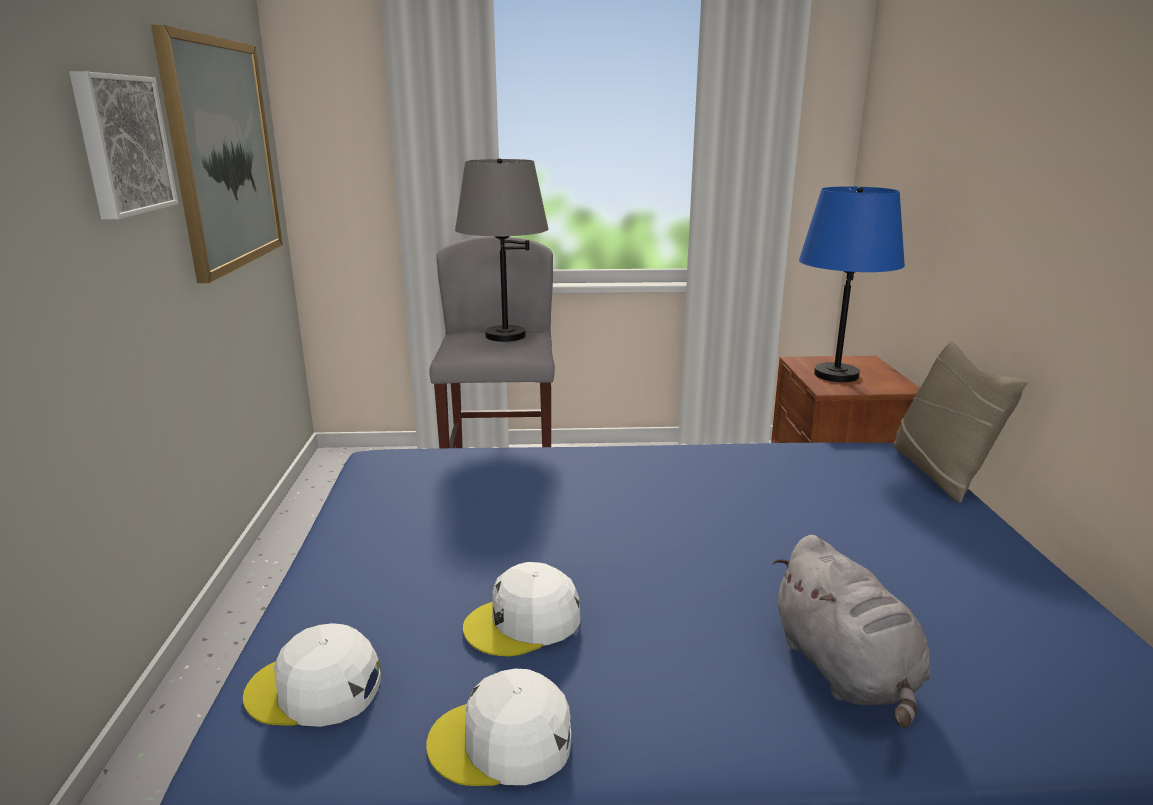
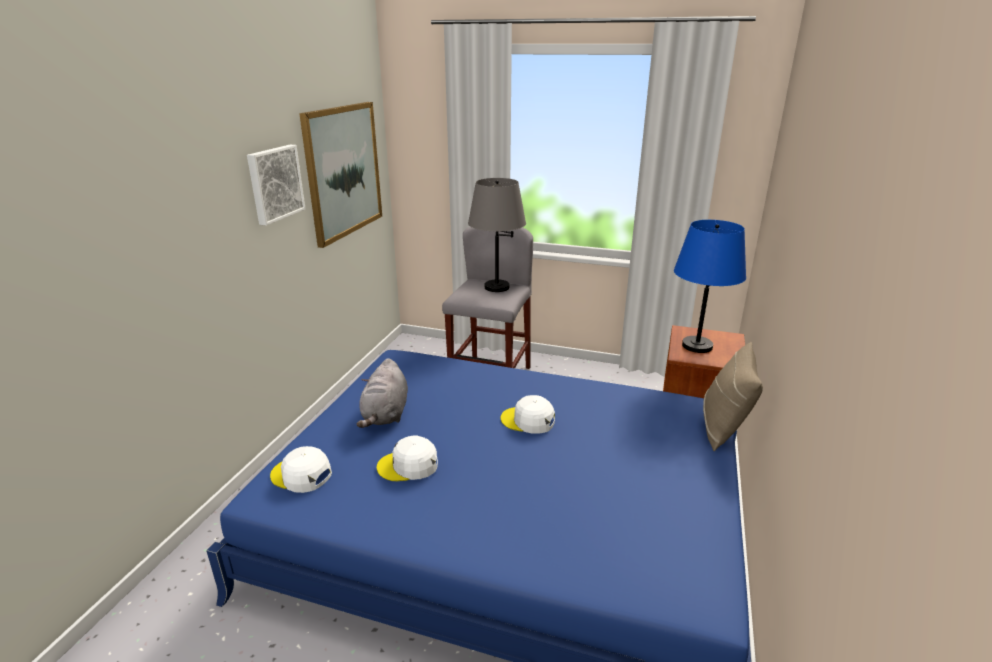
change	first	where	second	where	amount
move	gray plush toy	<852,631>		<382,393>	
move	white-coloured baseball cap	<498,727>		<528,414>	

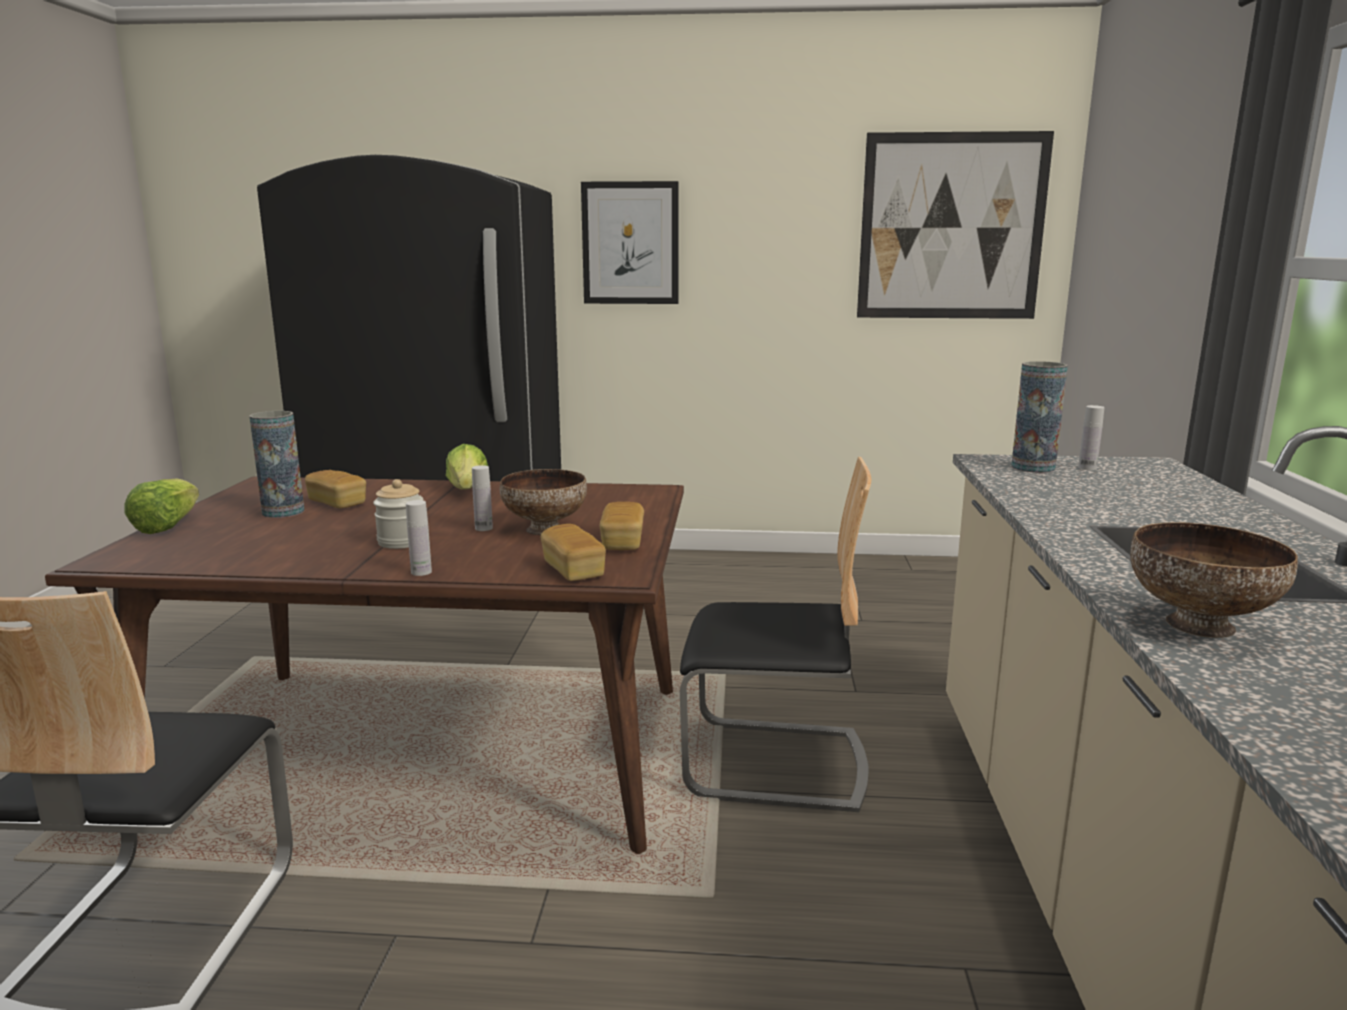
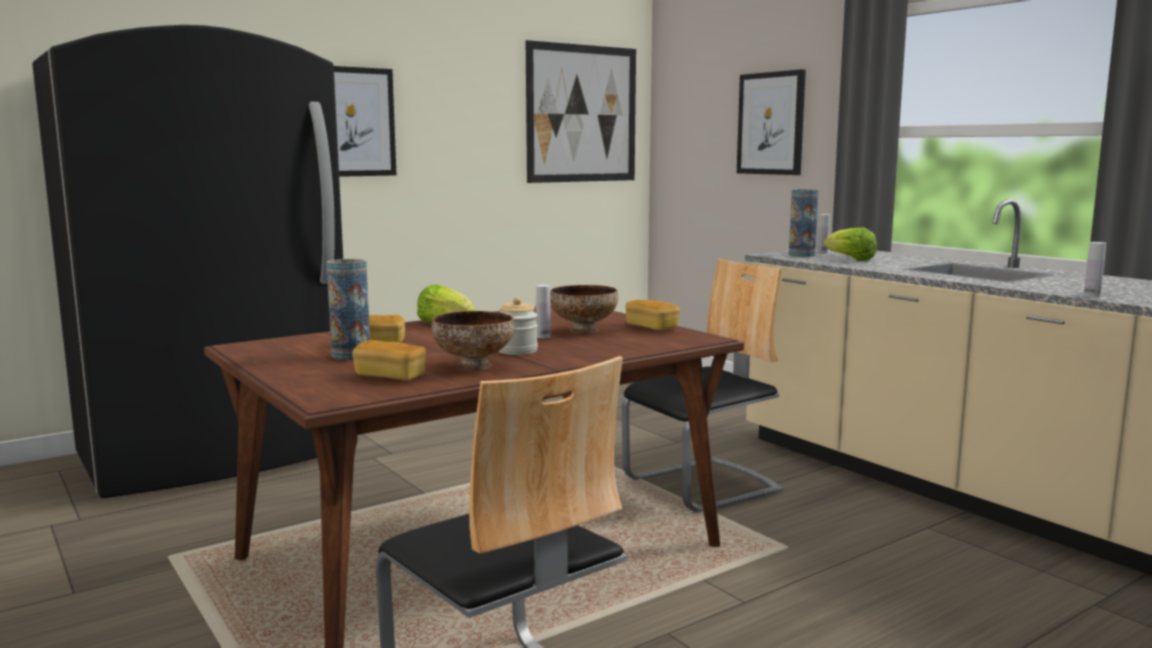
change	first	where	second	where	amount
move	head of lettuce	<161,506>		<850,244>	
move	white-coloured bottle	<419,538>		<1094,270>	
move	bowl	<1214,580>		<473,341>	
move	bread	<573,552>		<389,360>	
insert			picture	<771,122>	

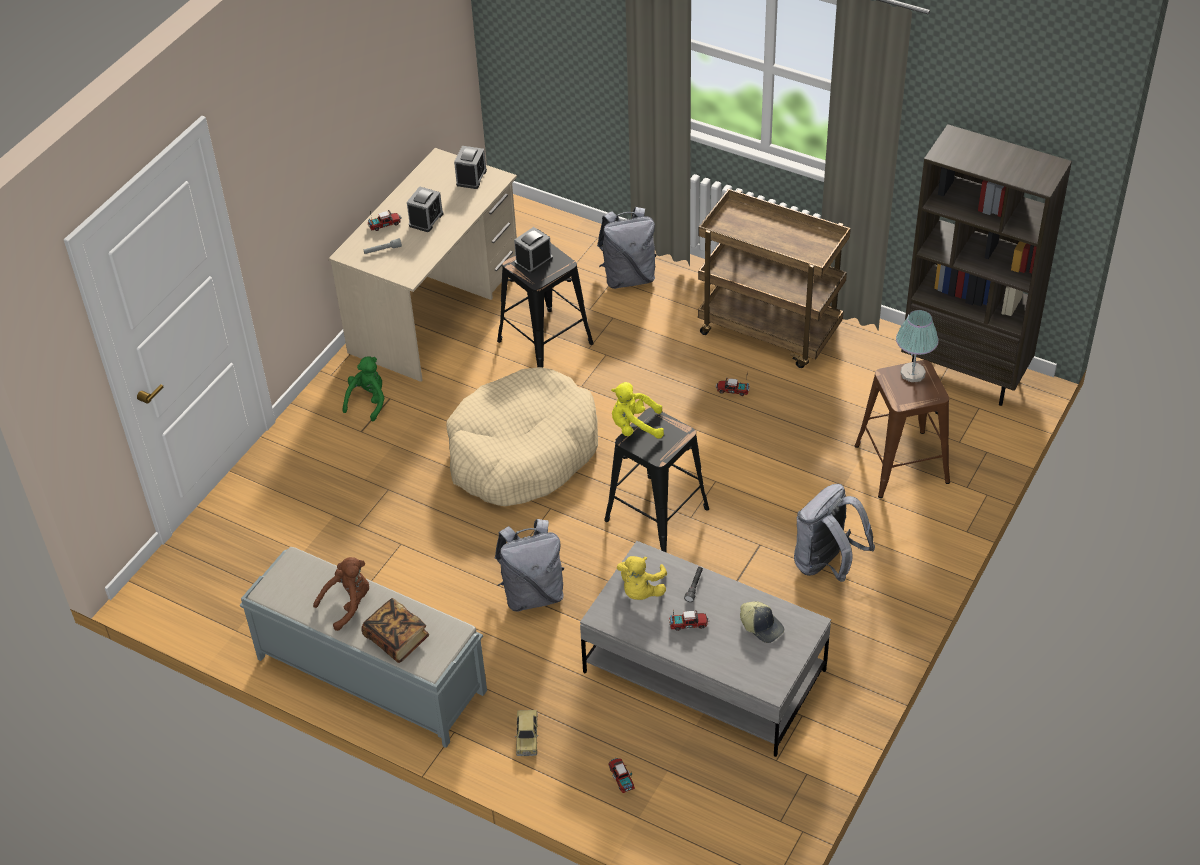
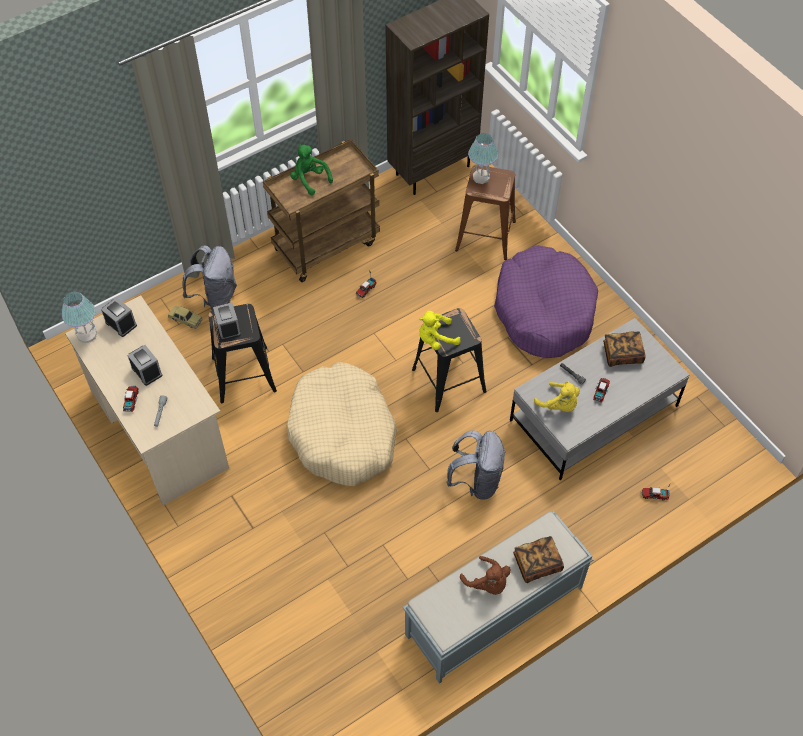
change	first	where	second	where	amount
move	greenish plush toy	<363,389>		<311,169>	
rotate	yellow-coloured plush toy	<637,410>		<440,330>	45 degrees clockwise
replace	gray knapsack	<834,533>	purple dog cushion	<546,301>	
rotate	brown-coloured plush toy	<341,594>		<485,575>	150 degrees clockwise
replace	baseball cap	<762,622>	book	<624,349>	
move	miniature car	<526,733>		<185,317>	
insert			tabletop lamp	<79,317>	

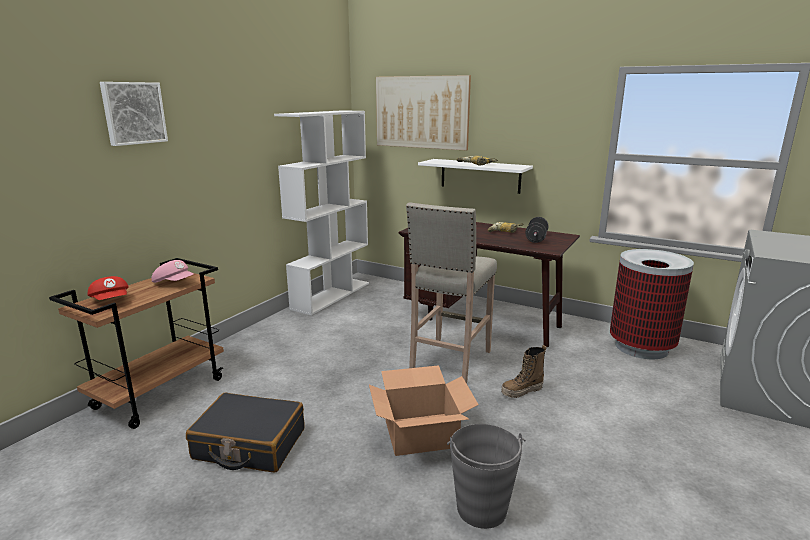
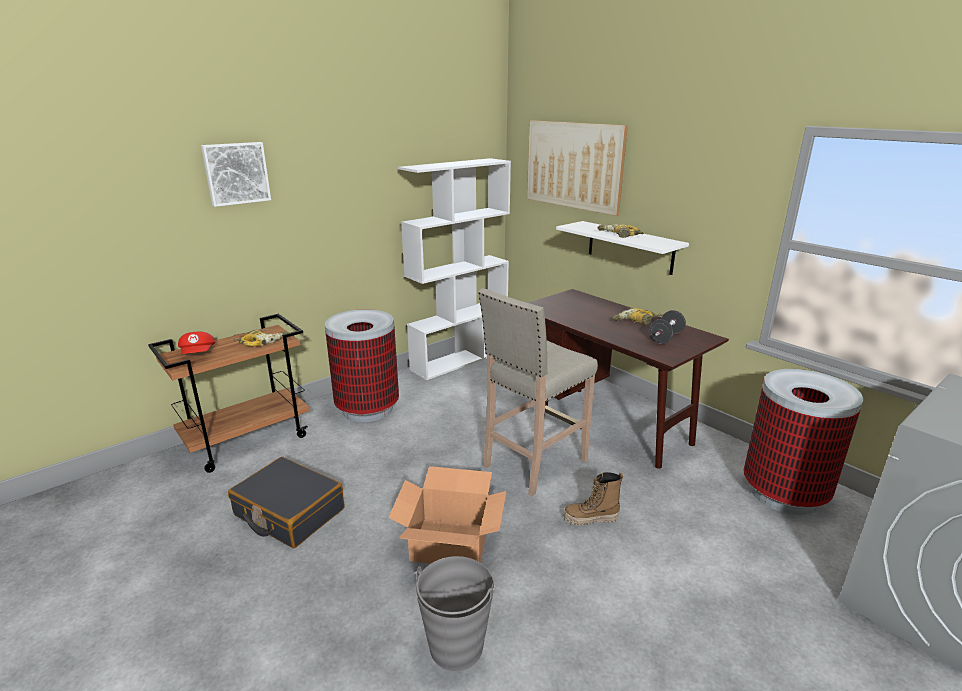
change	first	where	second	where	amount
replace	pink baseball cap	<173,271>	drill	<260,338>	
insert			rubbish bin	<362,365>	

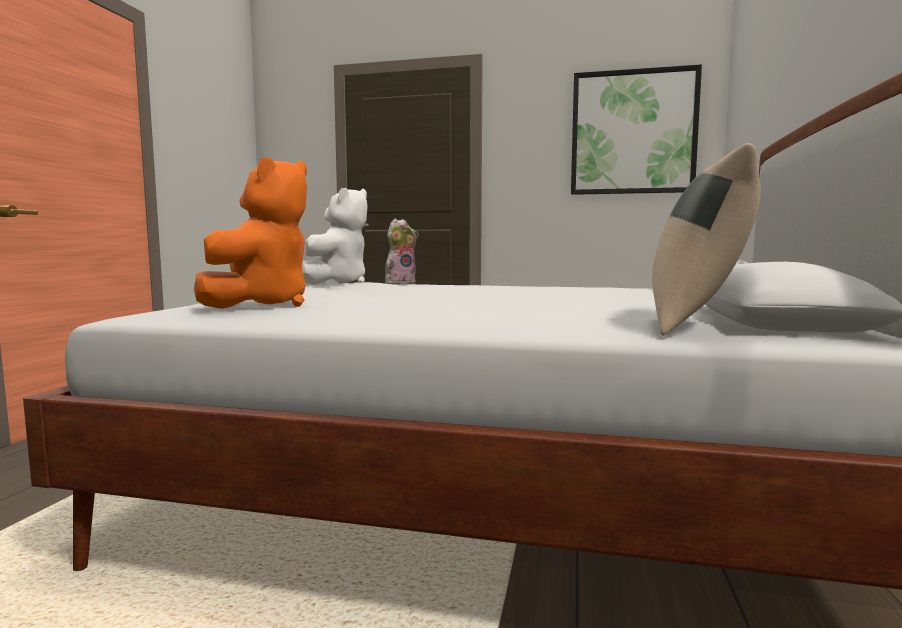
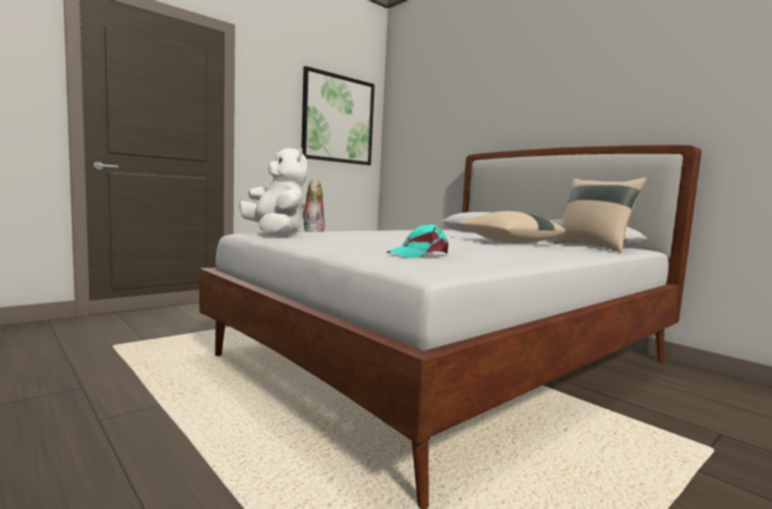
change	first	where	second	where	amount
replace	orangey plush toy	<250,233>	turquoise-coloured baseball cap	<417,241>	
insert			beige throw pillow	<511,227>	

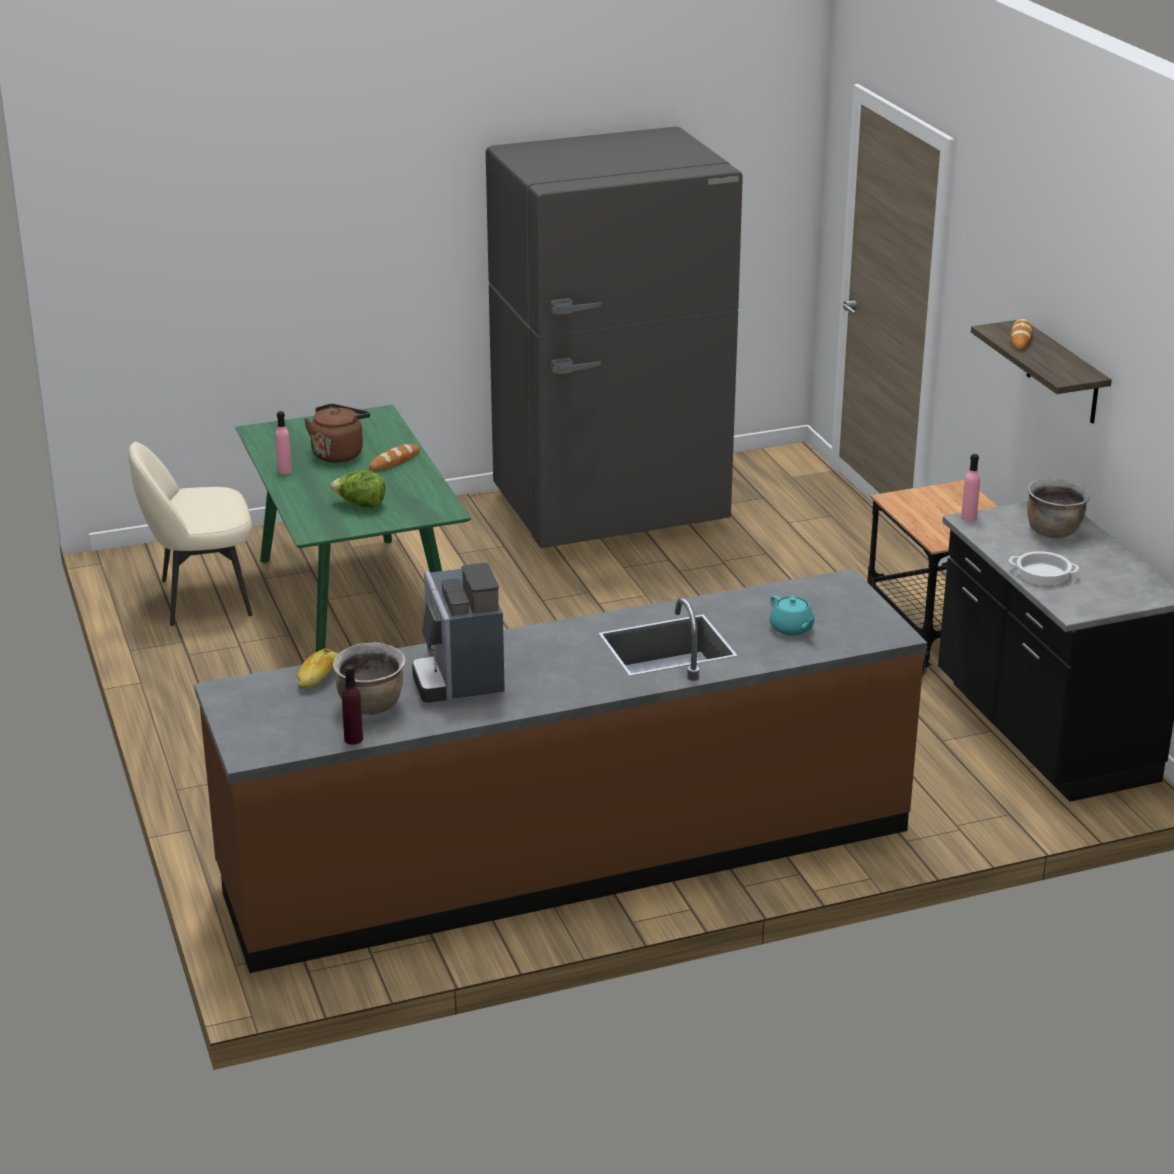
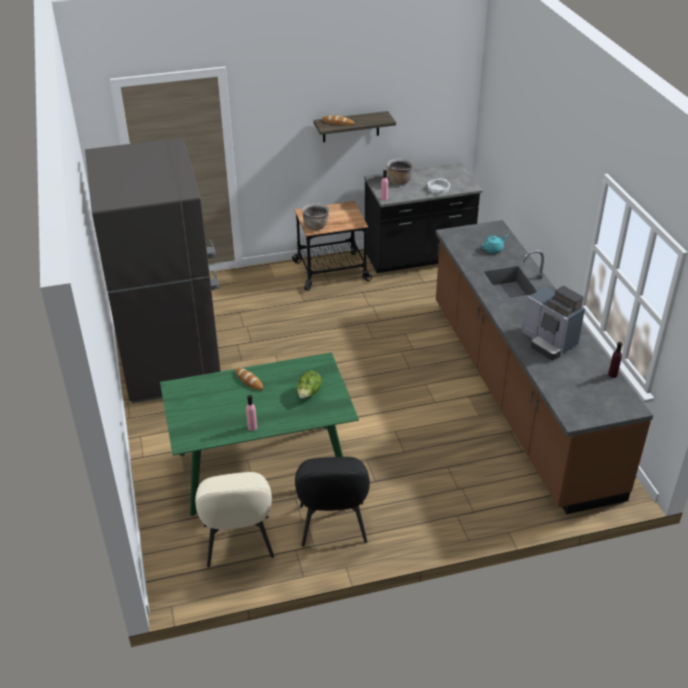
change	first	where	second	where	amount
delete	brown-coloured kettle	<337,433>			
rotate	coffee brewer	<458,632>		<553,323>	60 degrees clockwise
move	brown-coloured cooking pot	<369,678>		<316,216>	
delete	bread	<317,669>			
insert			black-coloured plain chair	<332,502>	

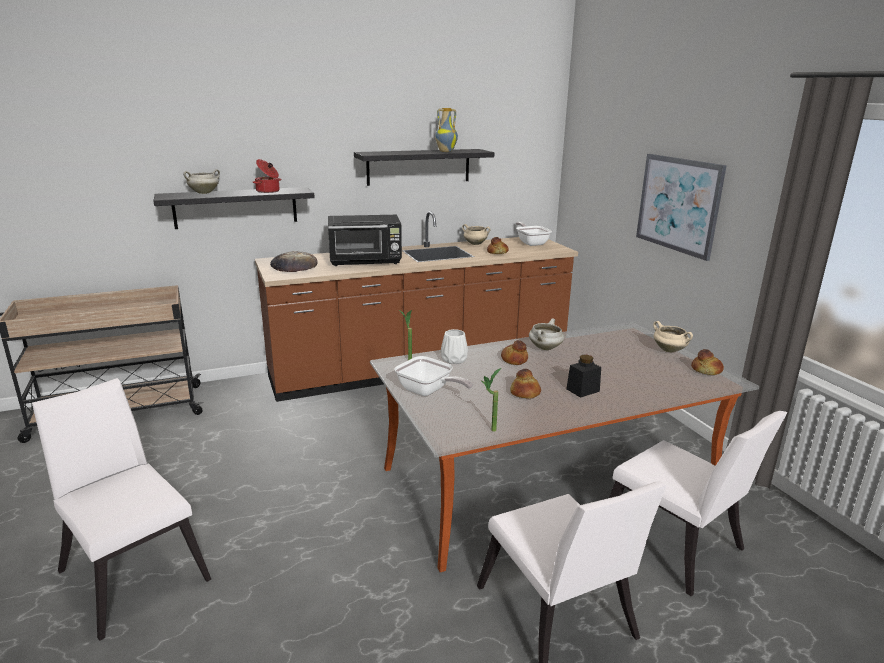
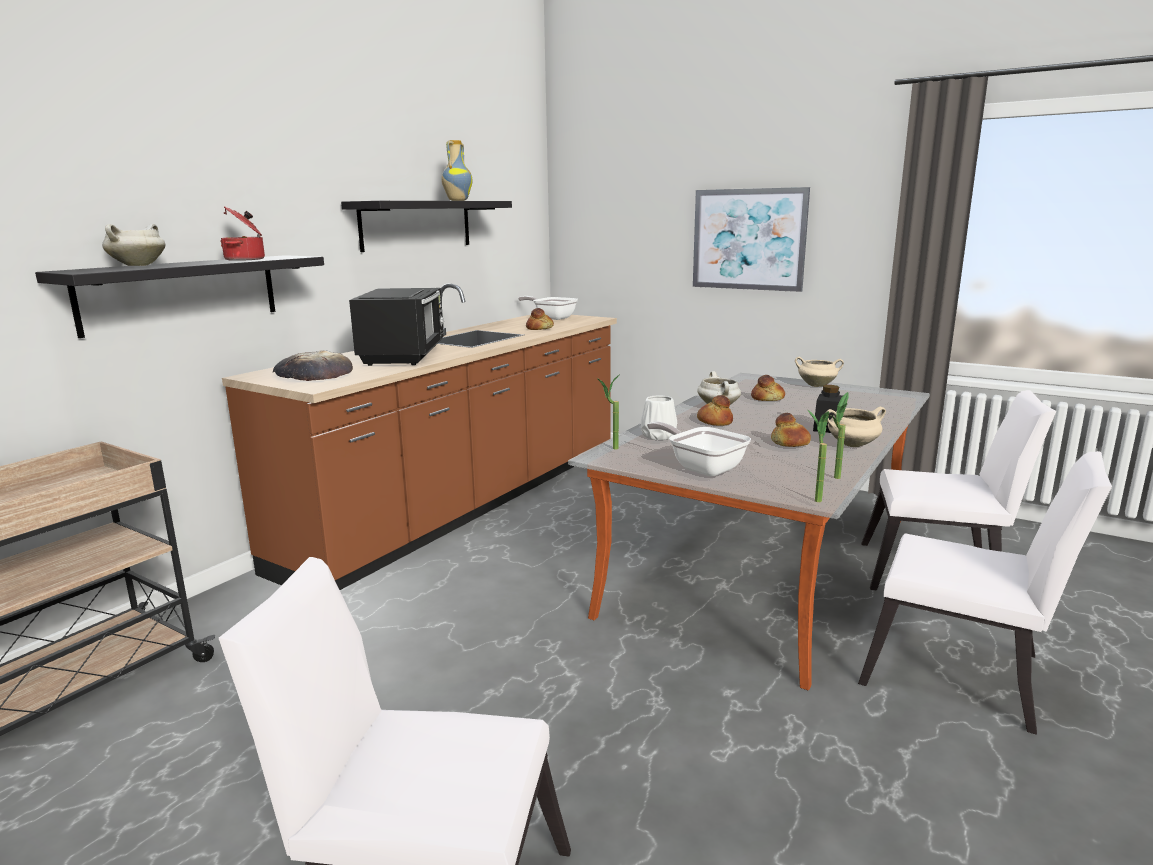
change	first	where	second	where	amount
rotate	black-coloured microwave	<365,240>		<396,327>	45 degrees counterclockwise
move	beige cooking pot	<476,234>		<856,427>	
move	bread	<707,362>		<768,388>	
rotate	frying pan	<433,376>		<699,449>	135 degrees counterclockwise
insert			plant in a pot	<818,455>	

